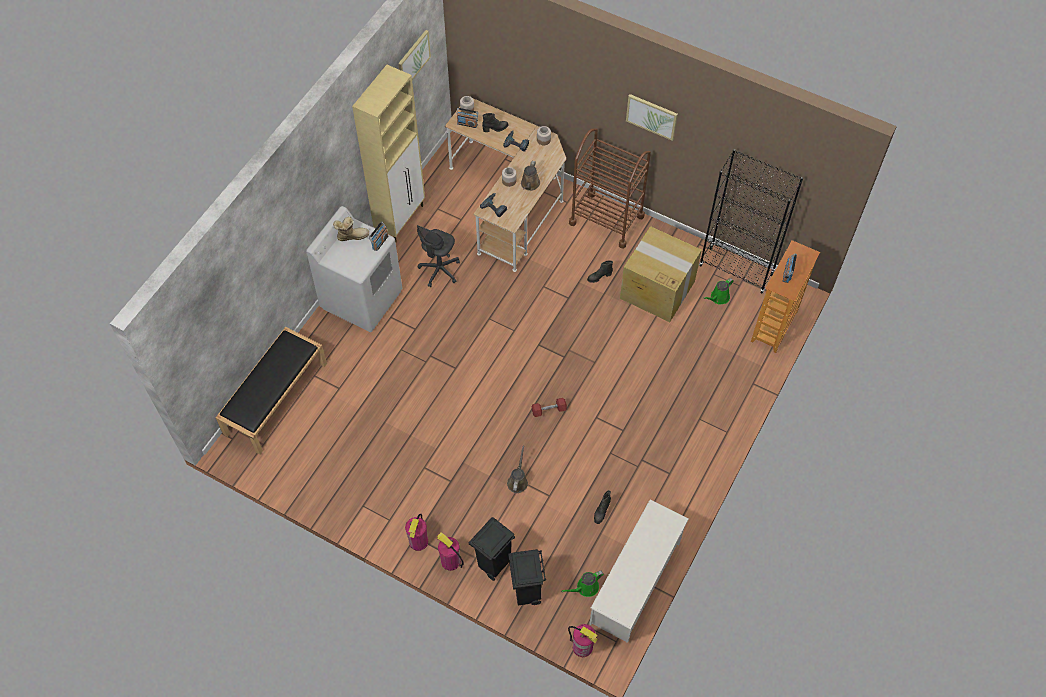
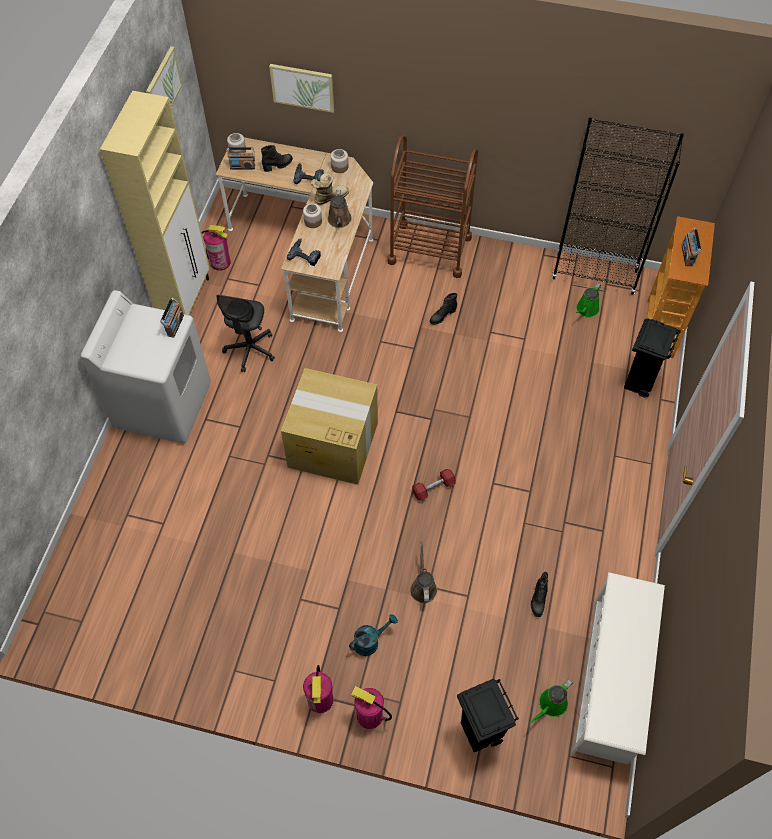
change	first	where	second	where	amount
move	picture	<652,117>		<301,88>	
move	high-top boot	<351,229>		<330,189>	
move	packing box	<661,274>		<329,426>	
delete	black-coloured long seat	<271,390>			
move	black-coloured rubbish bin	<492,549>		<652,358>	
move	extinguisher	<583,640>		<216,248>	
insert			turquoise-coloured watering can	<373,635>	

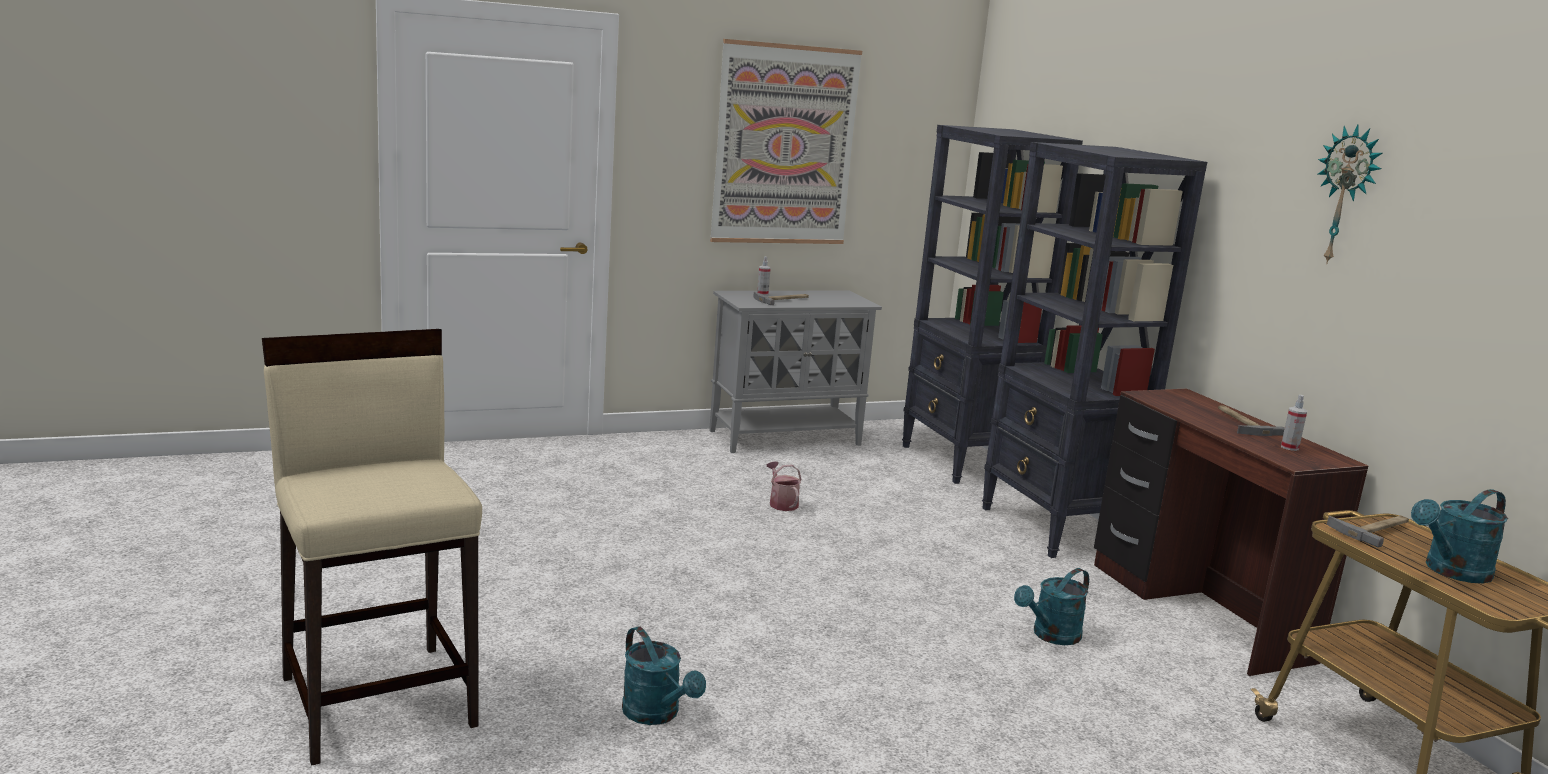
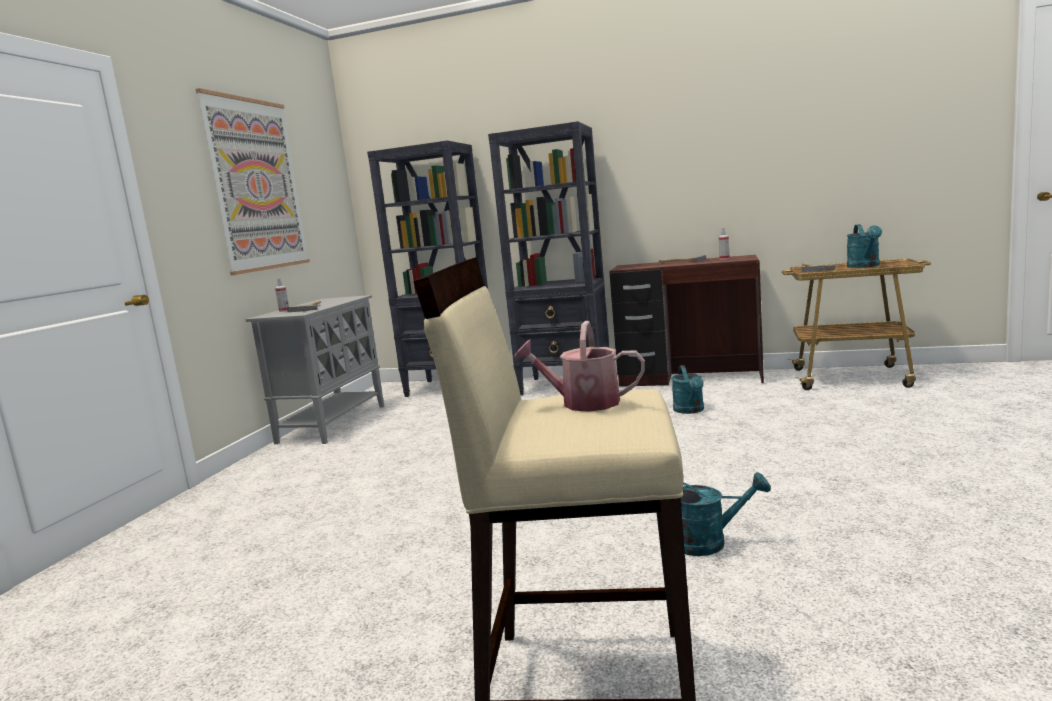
change	first	where	second	where	amount
delete	wall clock	<1349,194>			
move	watering can	<784,486>		<579,366>	

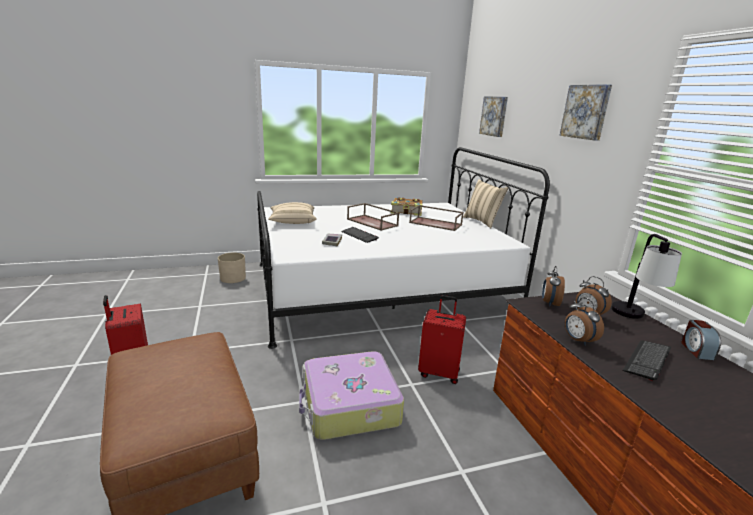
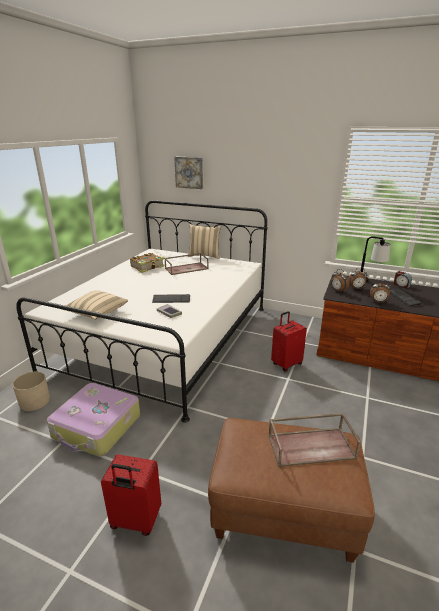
change	first	where	second	where	amount
delete	picture	<585,112>			
move	brown-coloured carrying tray	<373,217>		<314,440>	
move	travel case	<351,395>		<93,420>	

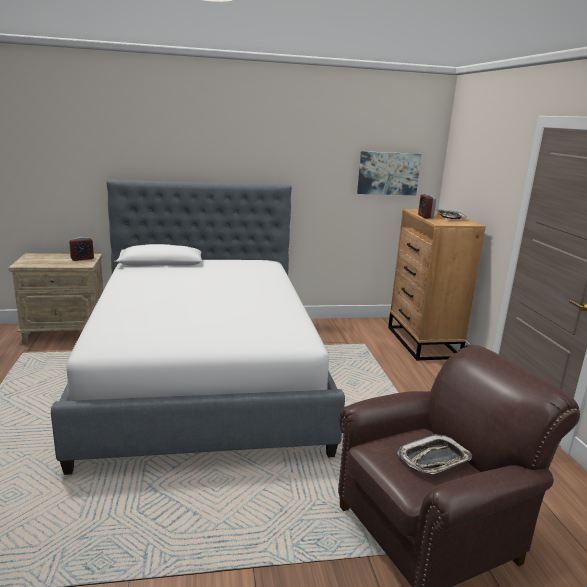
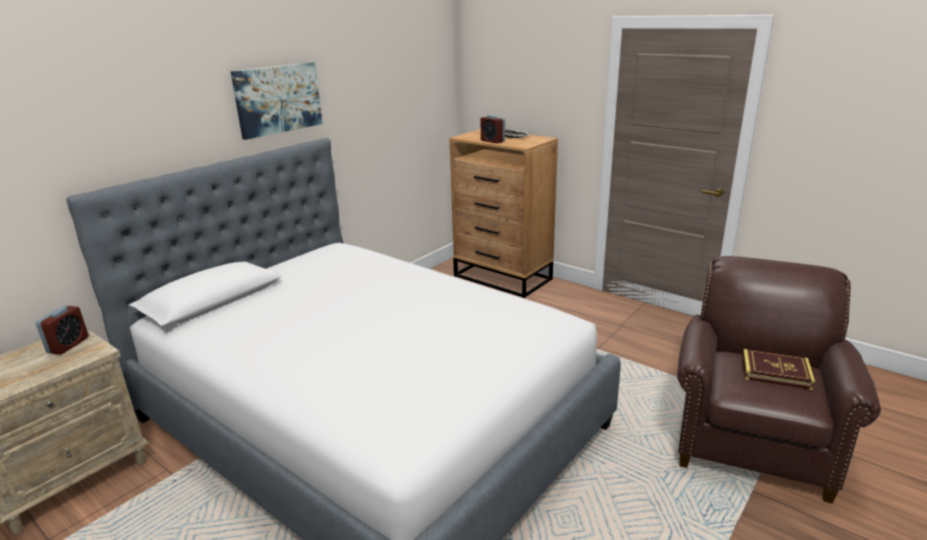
change	first	where	second	where	amount
move	picture	<389,173>		<276,101>	
replace	carrying tray	<434,454>	book	<778,369>	

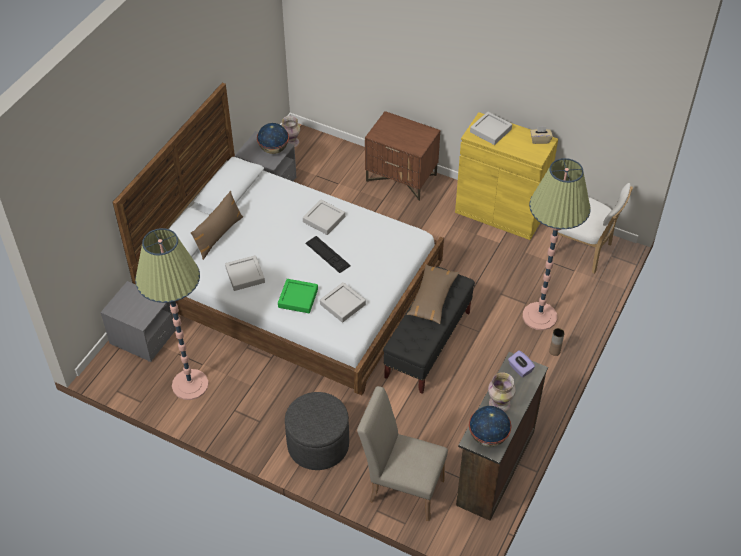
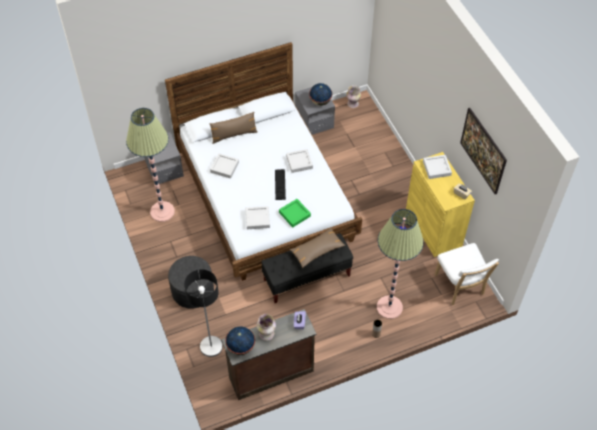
change	first	where	second	where	amount
delete	brown-coloured night table	<402,156>			
move	greenish carrying tray	<298,296>		<295,213>	
replace	beige plain chair	<402,453>	standing lamp	<203,313>	
insert			picture	<483,151>	

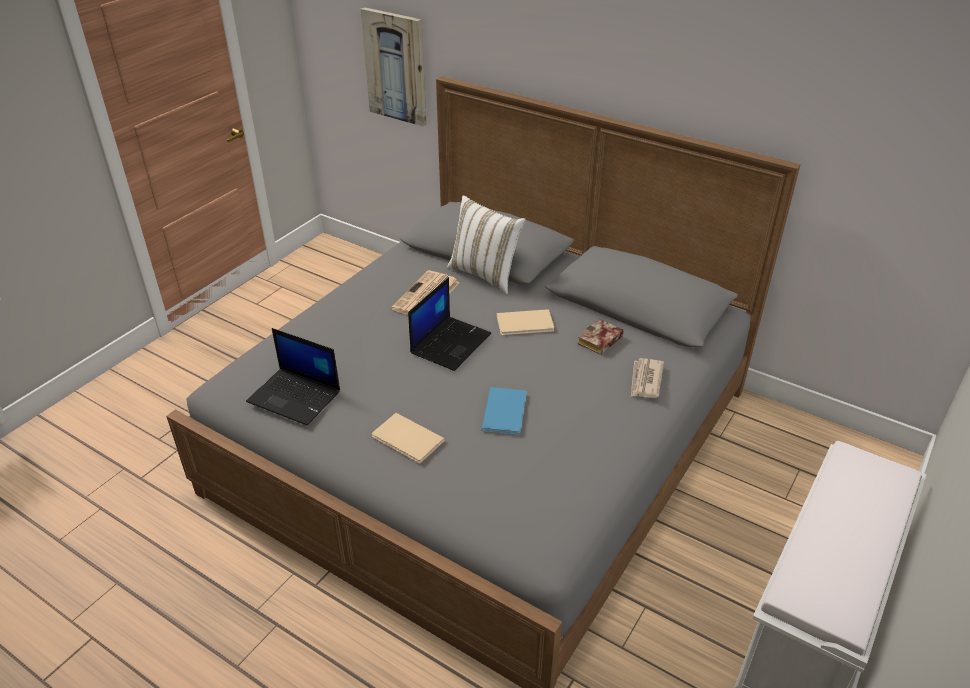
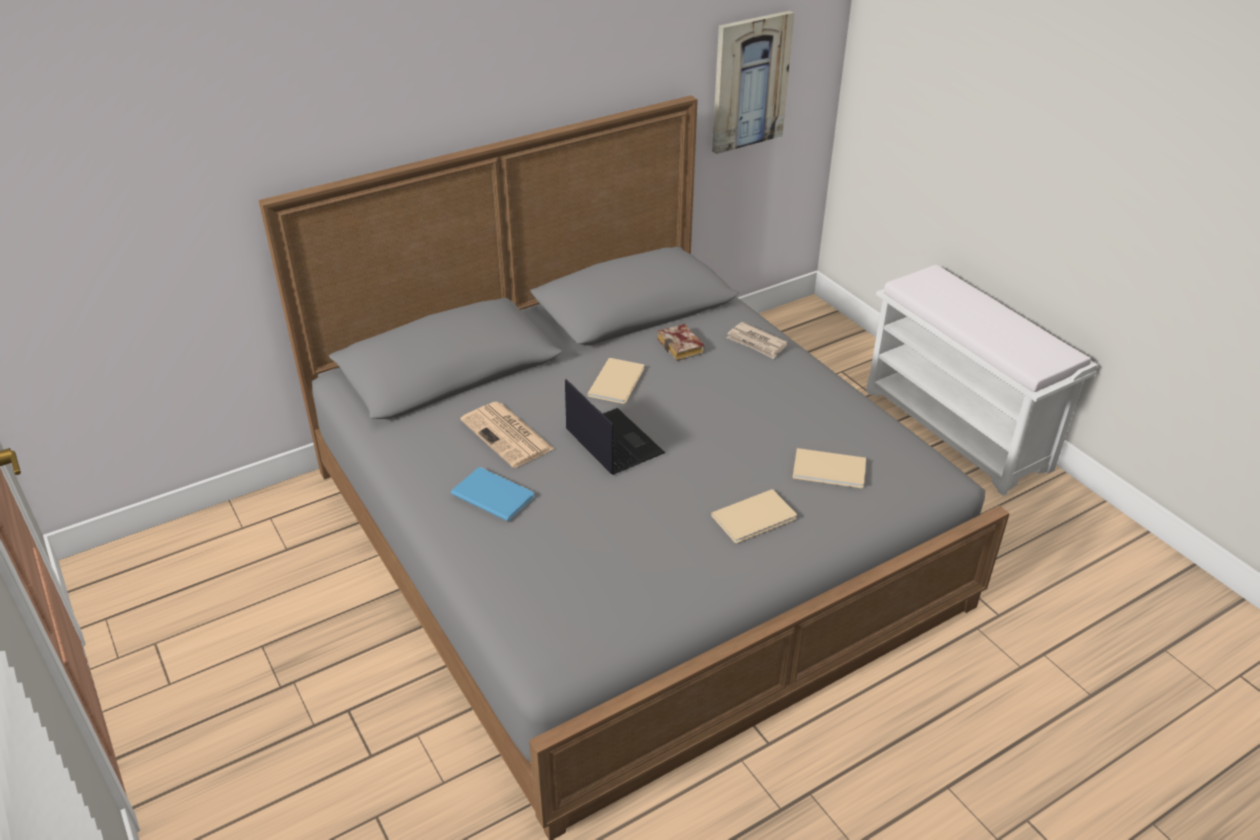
change	first	where	second	where	amount
move	picture	<394,67>		<753,82>	
delete	white-coloured throw pillow	<486,245>			
delete	laptop	<293,377>			
move	bluish book	<504,411>		<493,494>	
insert			beige book	<829,468>	

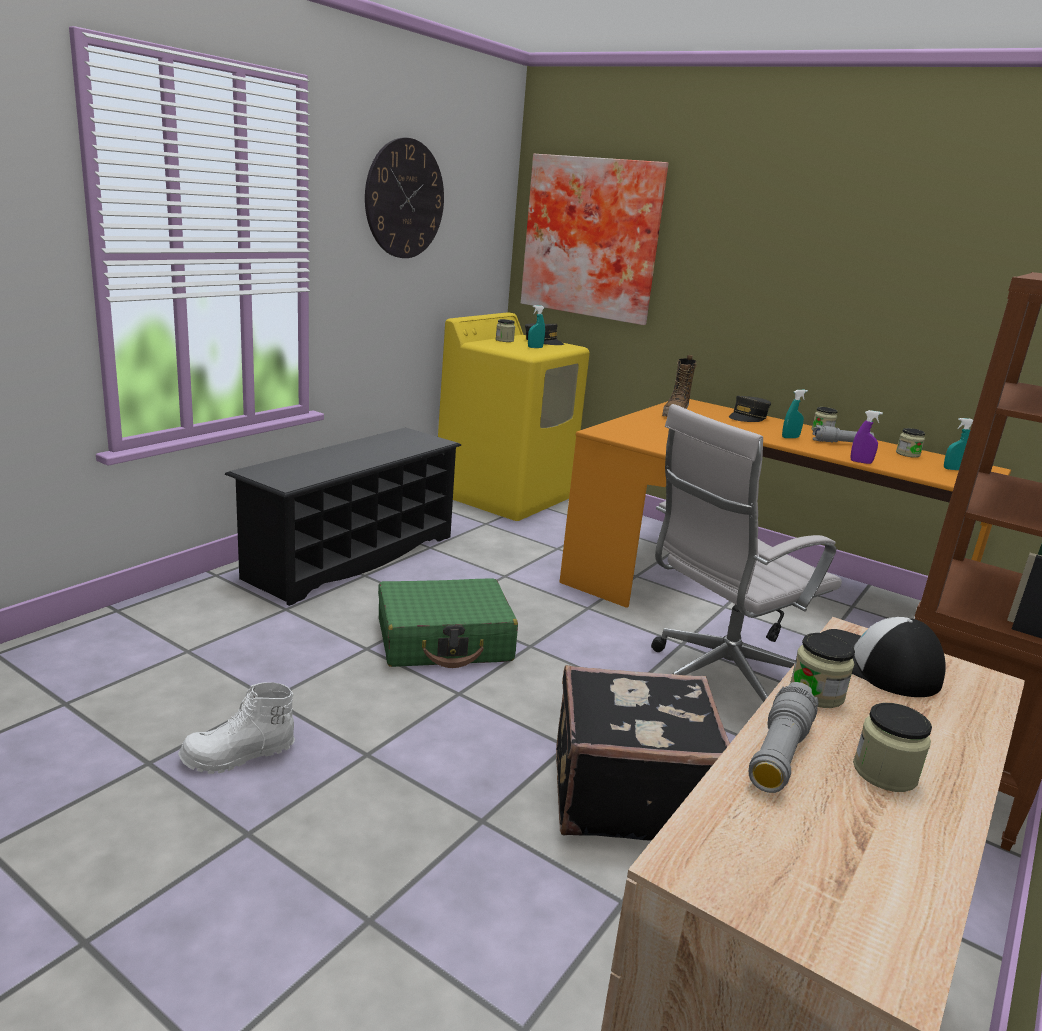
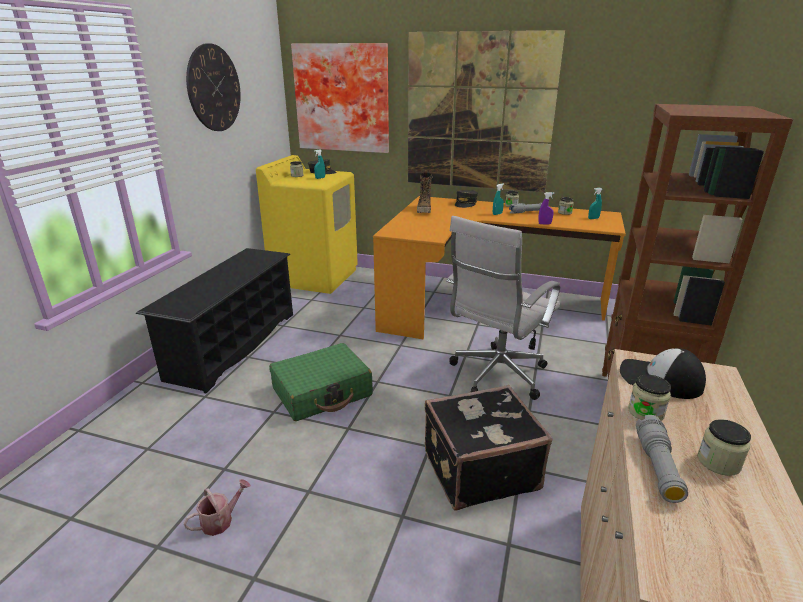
change	first	where	second	where	amount
replace	white-coloured high-top boot	<236,728>	watering can	<217,507>	
insert			picture	<486,111>	

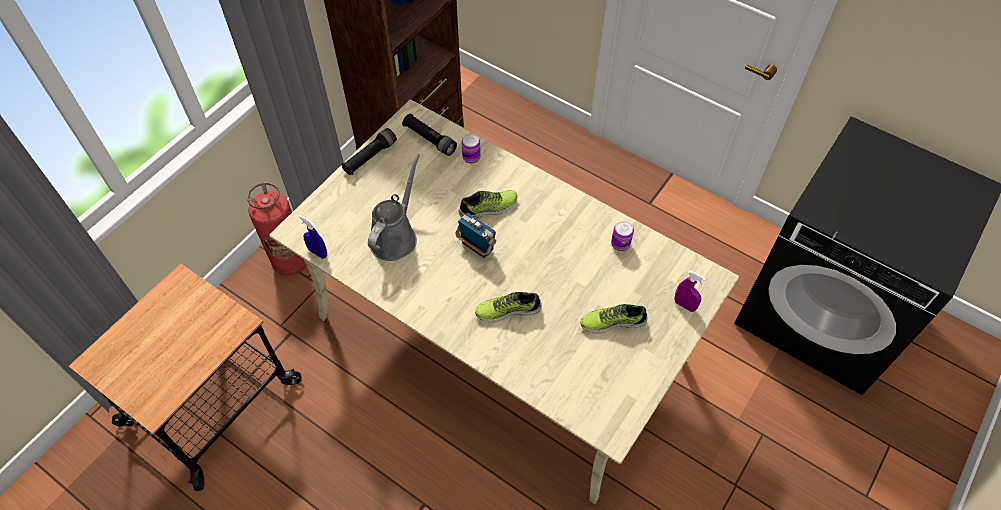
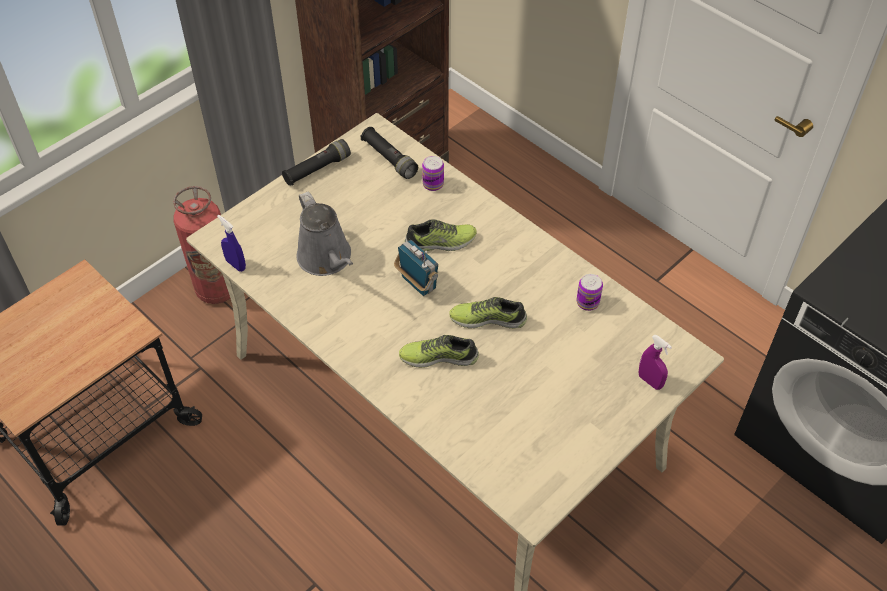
change	first	where	second	where	amount
rotate	gray watering can	<394,207>		<324,234>	120 degrees clockwise
move	low shoe	<613,319>		<488,313>	

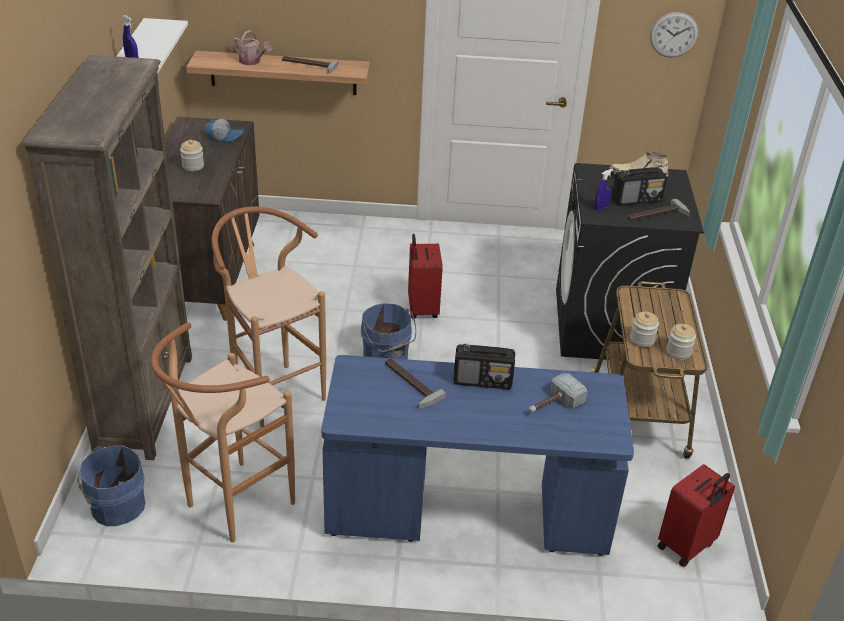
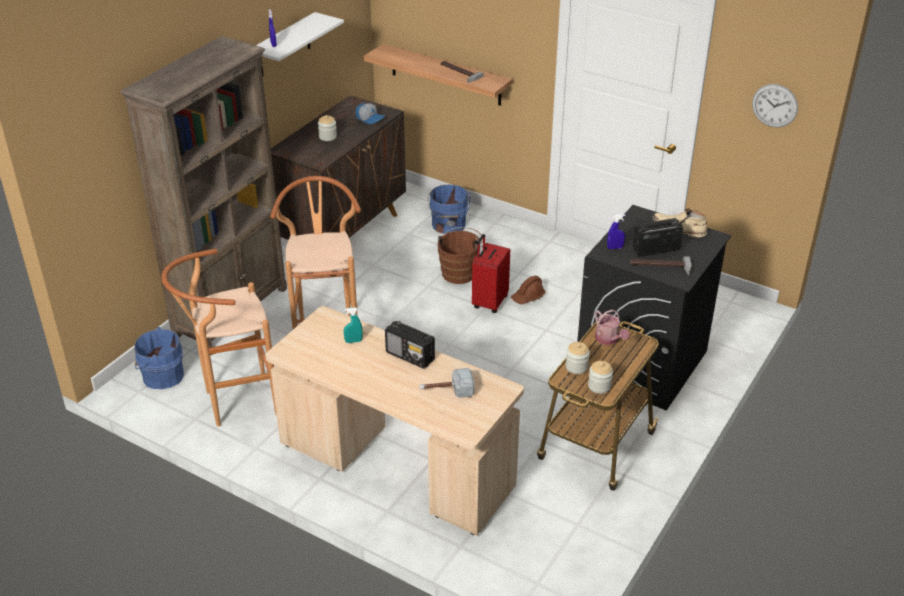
change	first	where	second	where	amount
move	watering can	<252,47>		<612,327>	
rotate	radio receiver	<639,186>		<658,237>	150 degrees clockwise
move	bluish bucket	<388,331>		<449,209>	
recolor	bluish desk table	<478,455>	beige desk table	<394,420>	
replace	tool hammer	<415,383>	turquoise-coloured spray bottle	<353,325>	
delete	reddish travel case	<696,515>			
insert			brown-coloured bucket	<460,255>	
insert			brown-coloured safety helmet	<528,290>	

